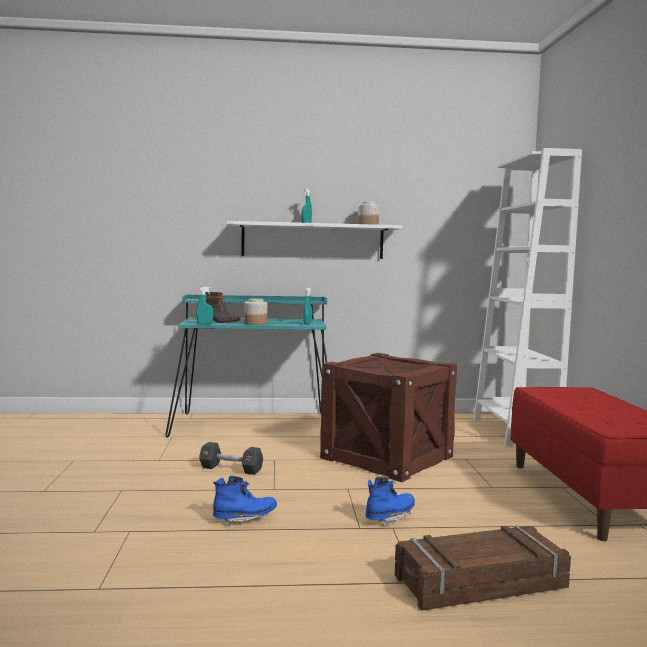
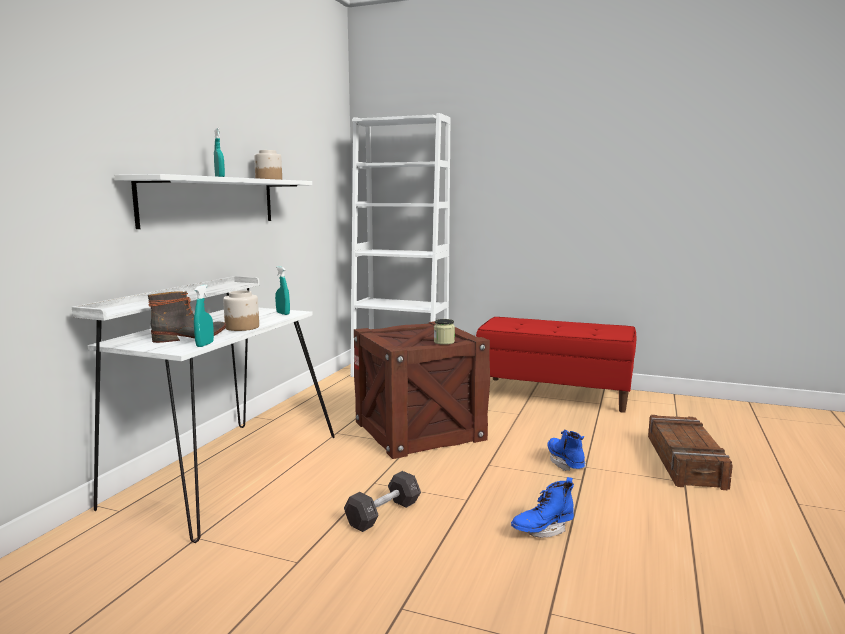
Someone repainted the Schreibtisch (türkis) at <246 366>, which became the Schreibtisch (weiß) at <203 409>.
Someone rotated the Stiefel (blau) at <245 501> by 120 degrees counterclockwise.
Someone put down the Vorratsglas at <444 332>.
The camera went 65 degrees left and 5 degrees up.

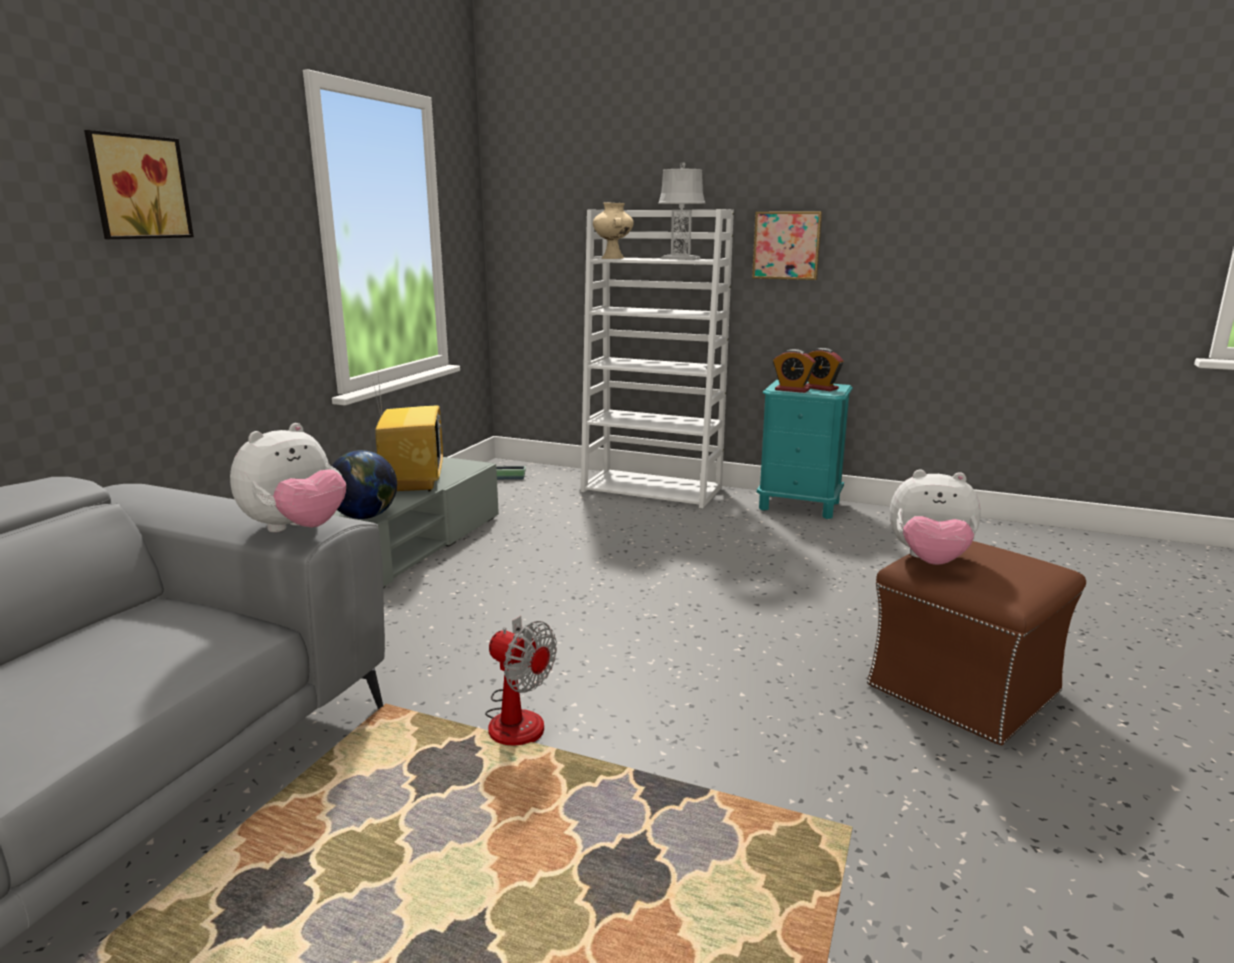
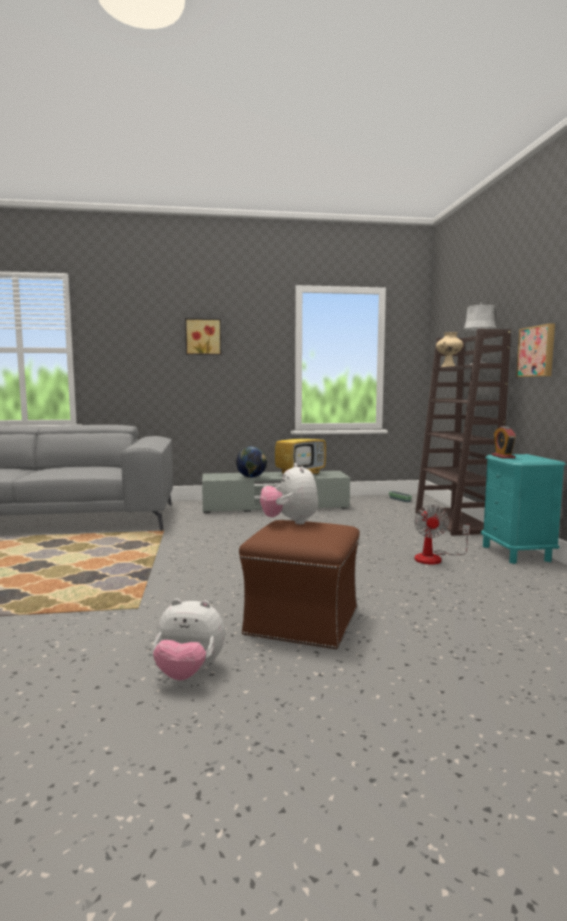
Someone repainted the Bücherregal (weiß) at <657 358>, which became the Bücherregal (braun) at <463 432>.
Someone took away the Wecker at <824 369>.
Someone carried the Plüschtier from <288 477> to <189 639>.
Someone carried the Ventilator from <521 680> to <442 534>.
The camera went 60 degrees right and 10 degrees down.

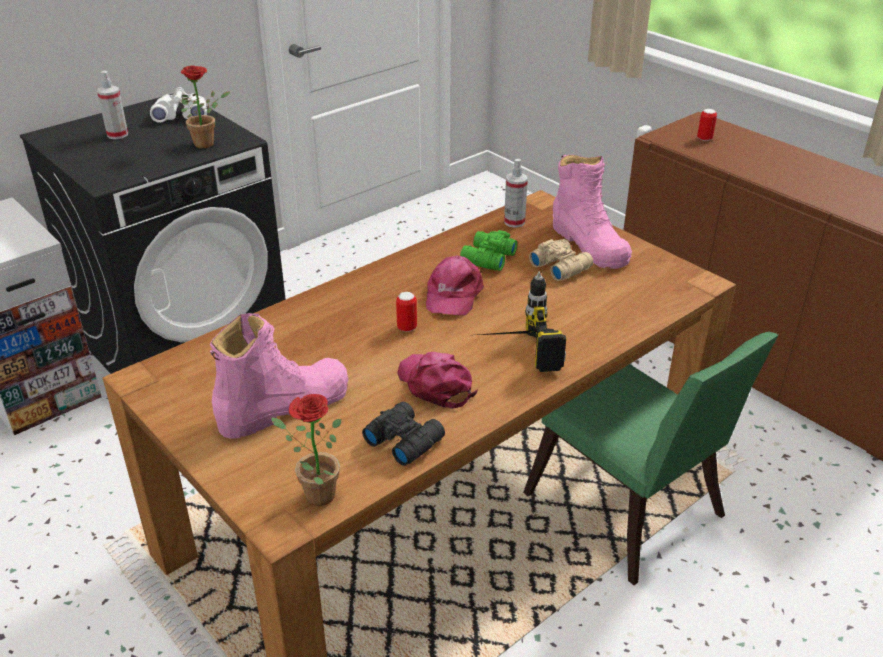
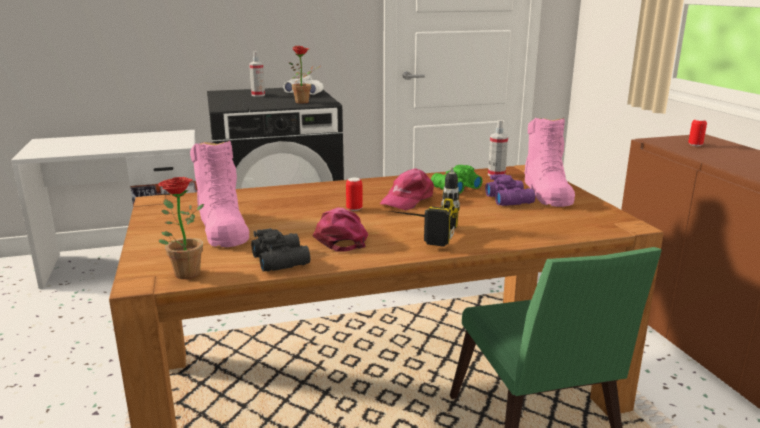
Someone repainted the Fernglas (beige) at <561 260>, which became the Fernglas (lila) at <510 190>.
Someone rotated the Stiefel (rosa) at <279 376> by 75 degrees clockwise.
The camera went 25 degrees right and 15 degrees down.

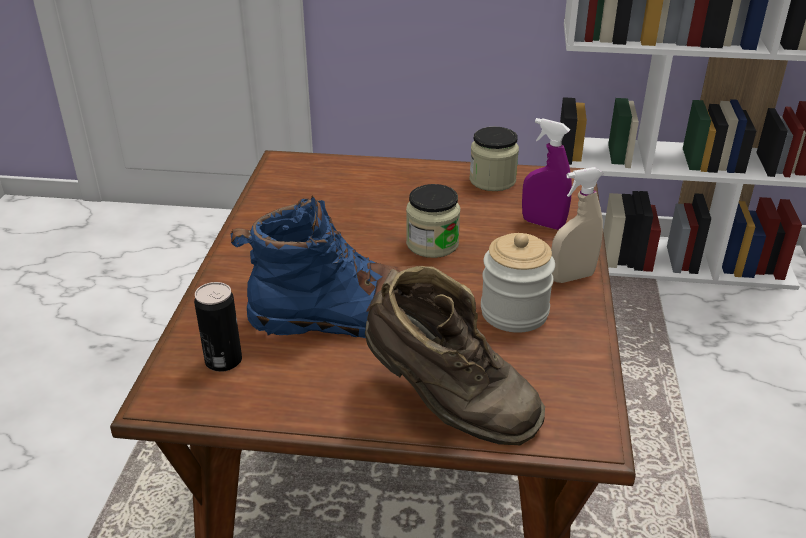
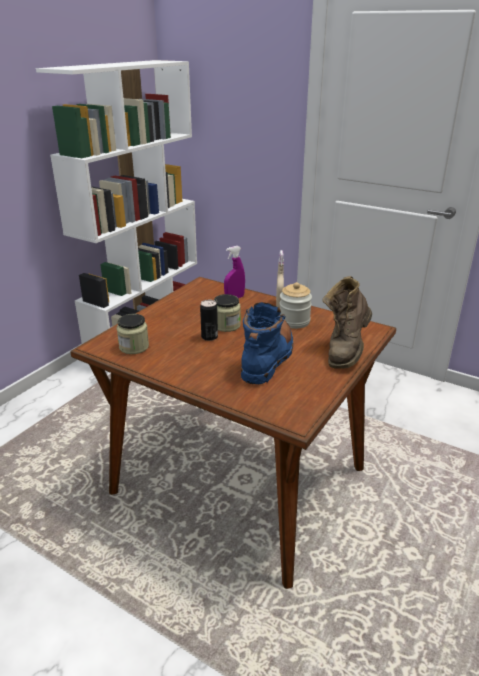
Someone carried the Vorratsglas from <494 159> to <133 334>.
Someone rotated the Stiefel (braun) at <455 355> by 150 degrees clockwise.
Someone carried the Dose from <218 327> to <209 320>.
The camera went 65 degrees left and 5 degrees down.

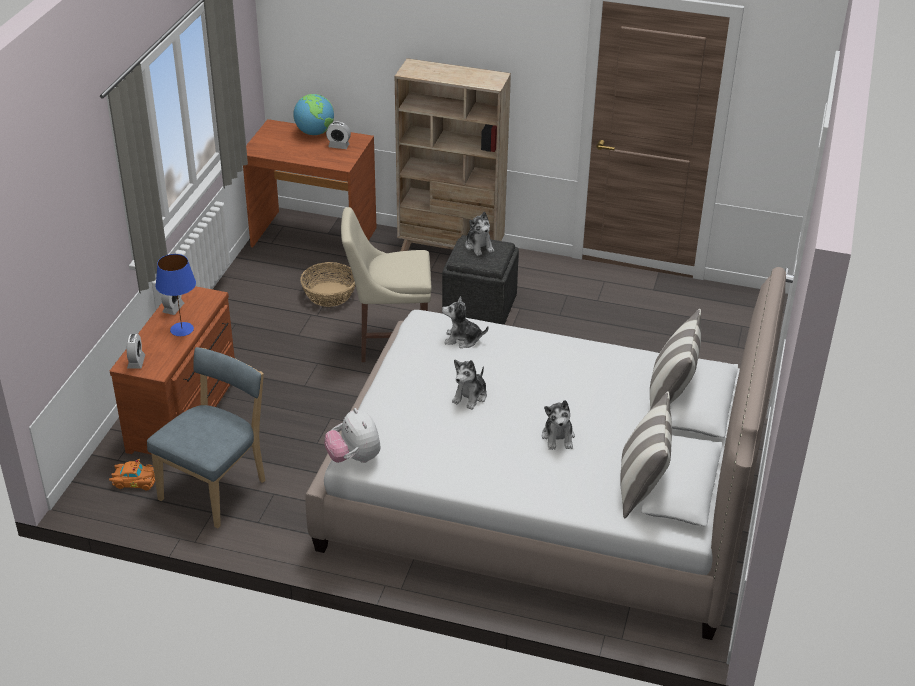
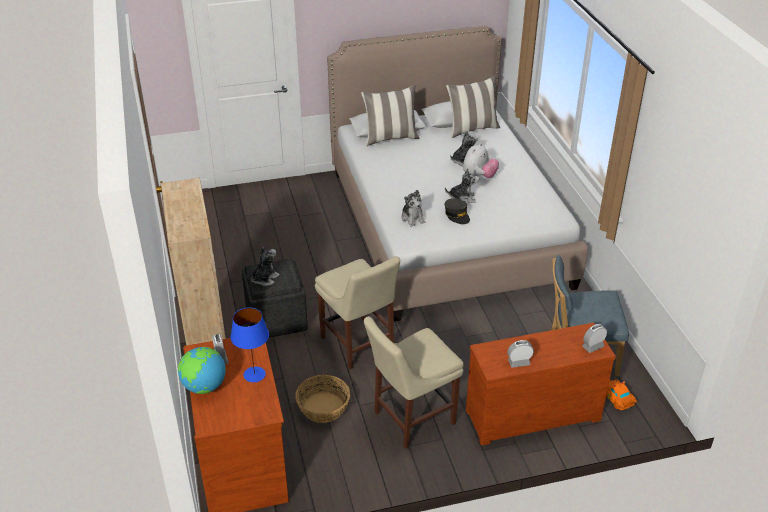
Someone carried the Tischlampe (blau) from <175 295> to <250 344>.
Someone carried the Plüschtier from <352 435> to <481 160>.
Someone put down the Kappe (grau) at <457 211>.
Someone put down the Stuhl (beige) at <414 382>.
The camera went 120 degrees left and 0 degrees up.

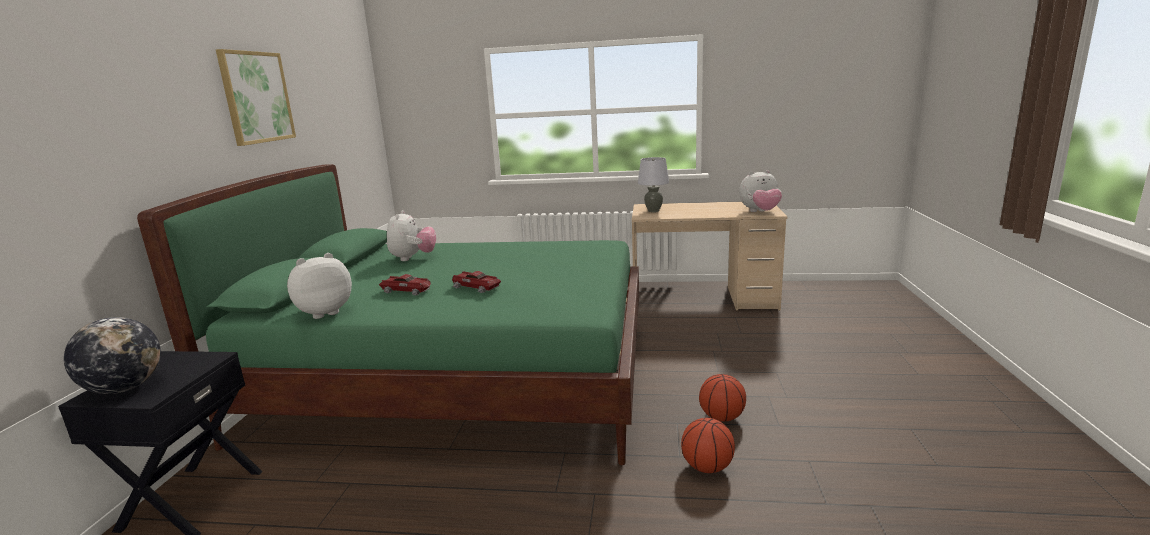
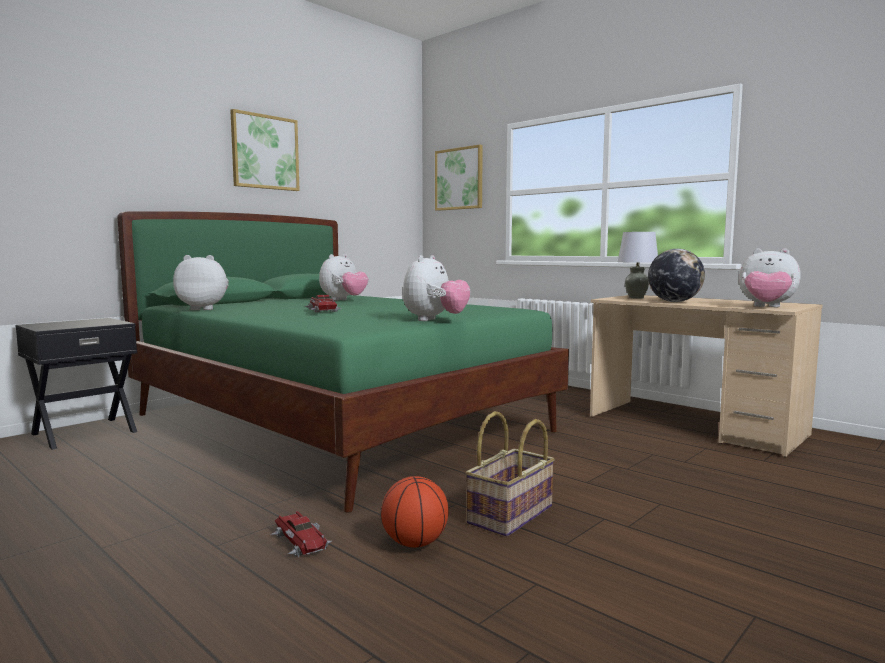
Someone carried the Spielzeugauto from <405 285> to <301 534>.
Someone carried the Globus from <112 355> to <676 275>.
Someone swapped the Basketball at <722 398> for the Korb at <510 474>.
Someone put up the Bild at <459 178>.
Someone put down the Plüschtier at <436 288>.
The camera went 35 degrees right and 10 degrees down.

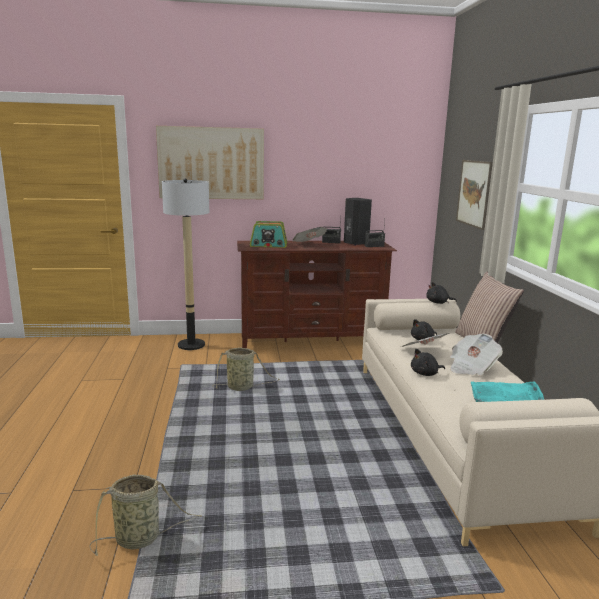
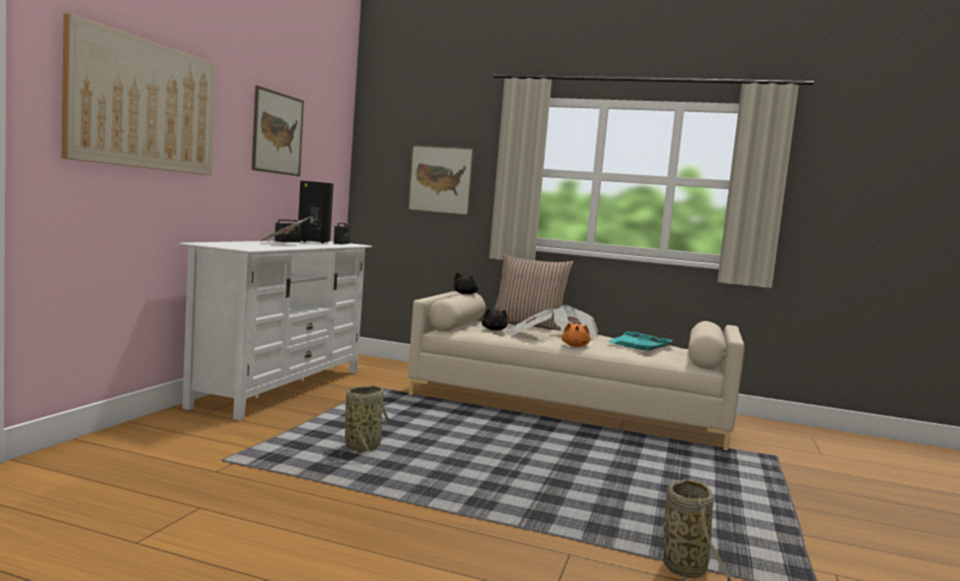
Someone took away the Stehlampe at <185 264>.
Someone took away the Radio at <268 234>.
Someone repainted the Fernsehschrank (braun) at <317 294>, which became the Fernsehschrank (weiß) at <275 330>.
Someone repainted the Plüschtier (schwarz) at <428 362>, which became the Plüschtier (orange) at <576 334>.
Someone put up the Bild at <278 130>.
The camera went 65 degrees left and 10 degrees down.

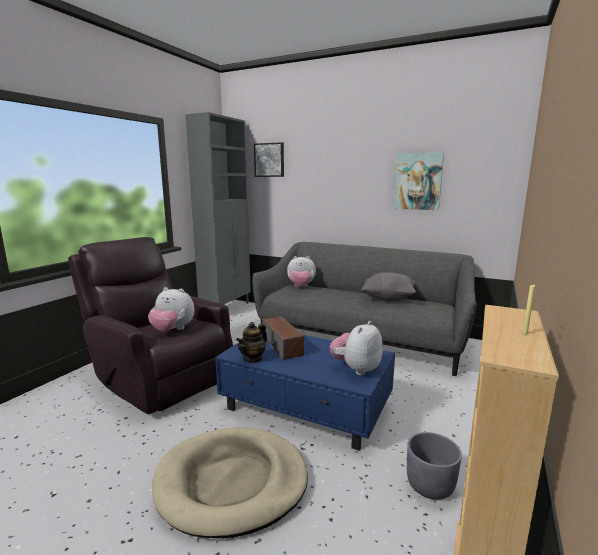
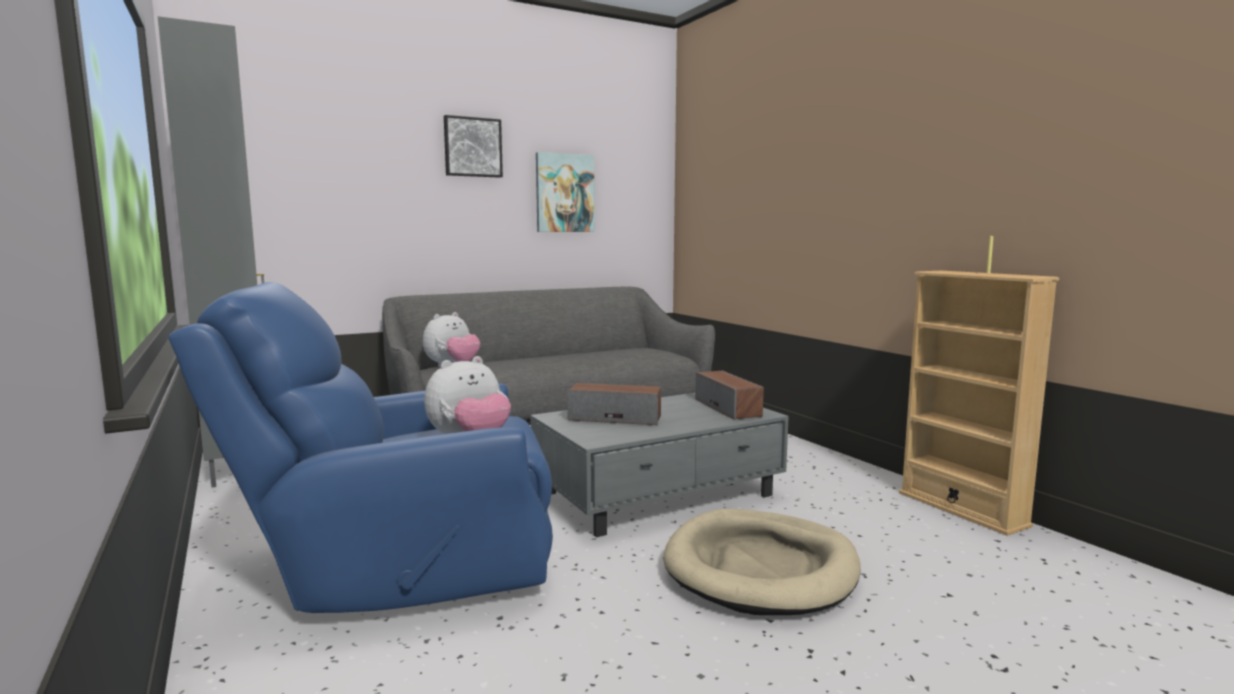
Someone carried the Bild from <269 159> to <473 146>.
Someone repainted the Sessel (braun) at <150 325>, which became the Sessel (blau) at <360 447>.
Someone took away the Kissen (grau) at <388 286>.
Someone swapped the Plüschtier at <356 348> for the Lautsprecher at <729 395>.
Someone took away the Teekanne at <251 342>.
Someone repainted the Couchtisch (blau) at <305 392>, which became the Couchtisch (grau) at <659 465>.
Someone took away the Pflanzkübel (grau) at <434 466>.
The camera went 55 degrees left and 5 degrees down.

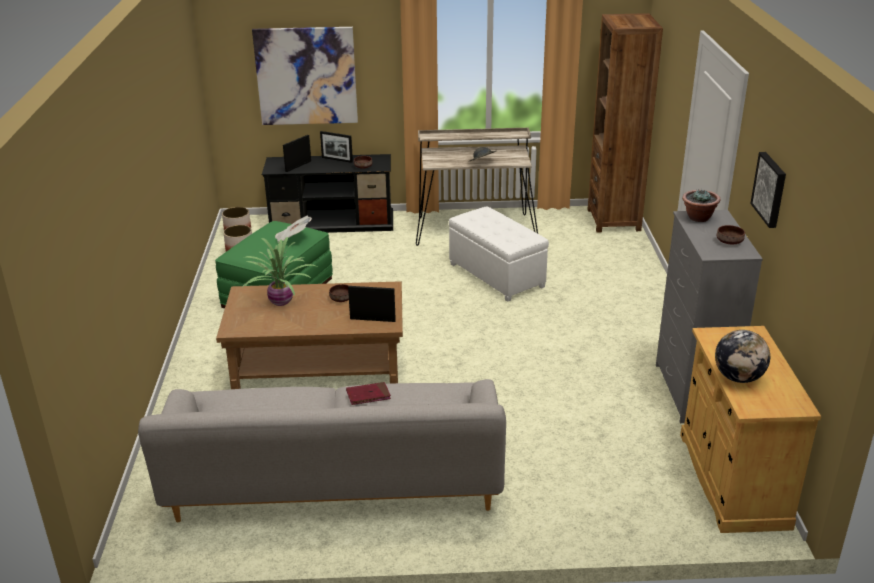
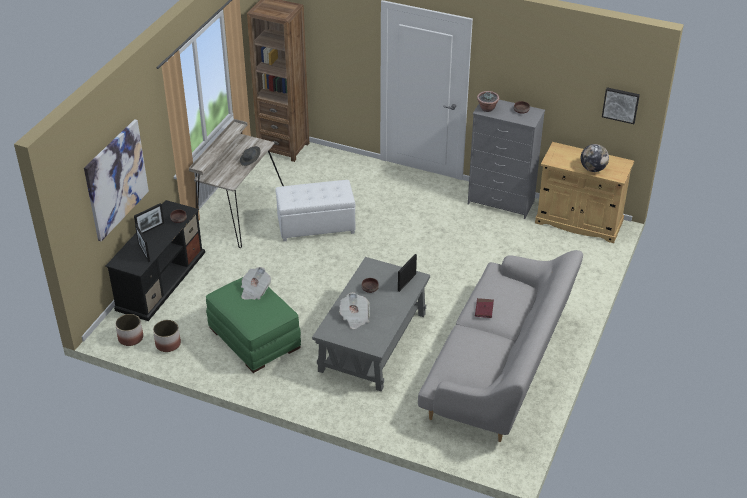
Someone carried the Bild from <768 190> to <621 105>.
Someone swapped the Topfpflanze at <279 271> for the Zeitung at <354 310>.
Someone repainted the Couchtisch (braun) at <309 335>, which became the Couchtisch (grau) at <371 324>.
The camera went 65 degrees left and 10 degrees up.

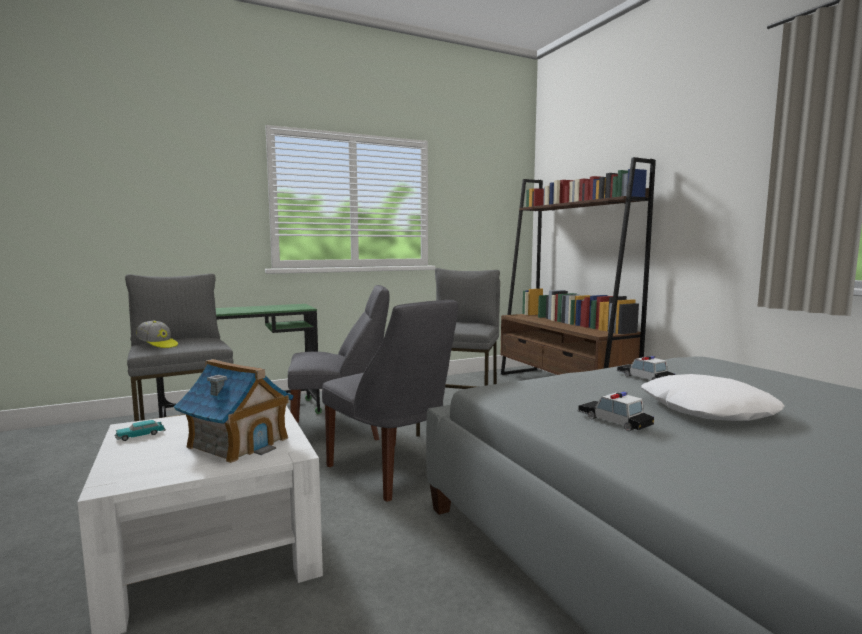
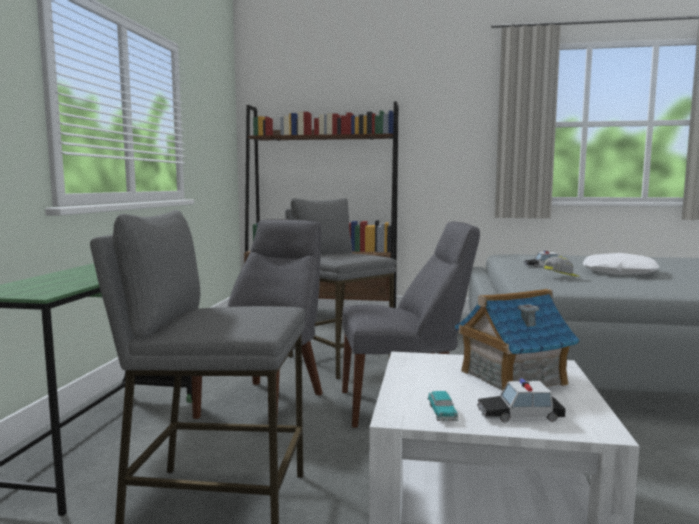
Someone carried the Kappe from <157 334> to <561 266>.
Someone carried the Spielzeugauto from <615 411> to <521 400>.
The camera went 55 degrees left and 0 degrees up.

